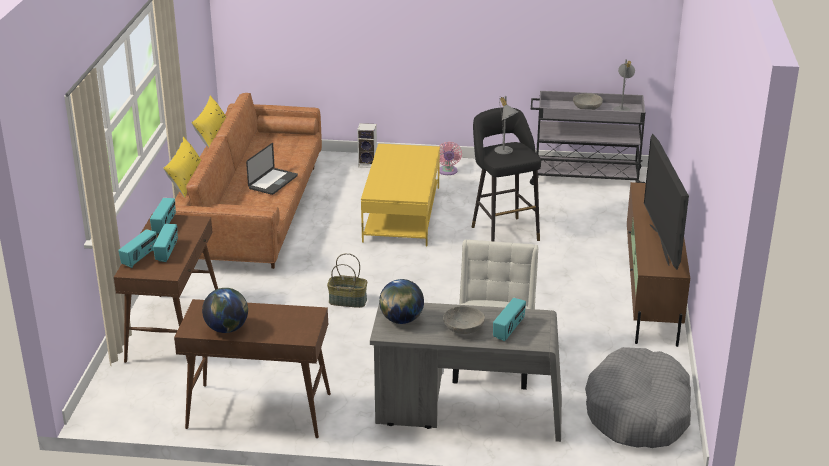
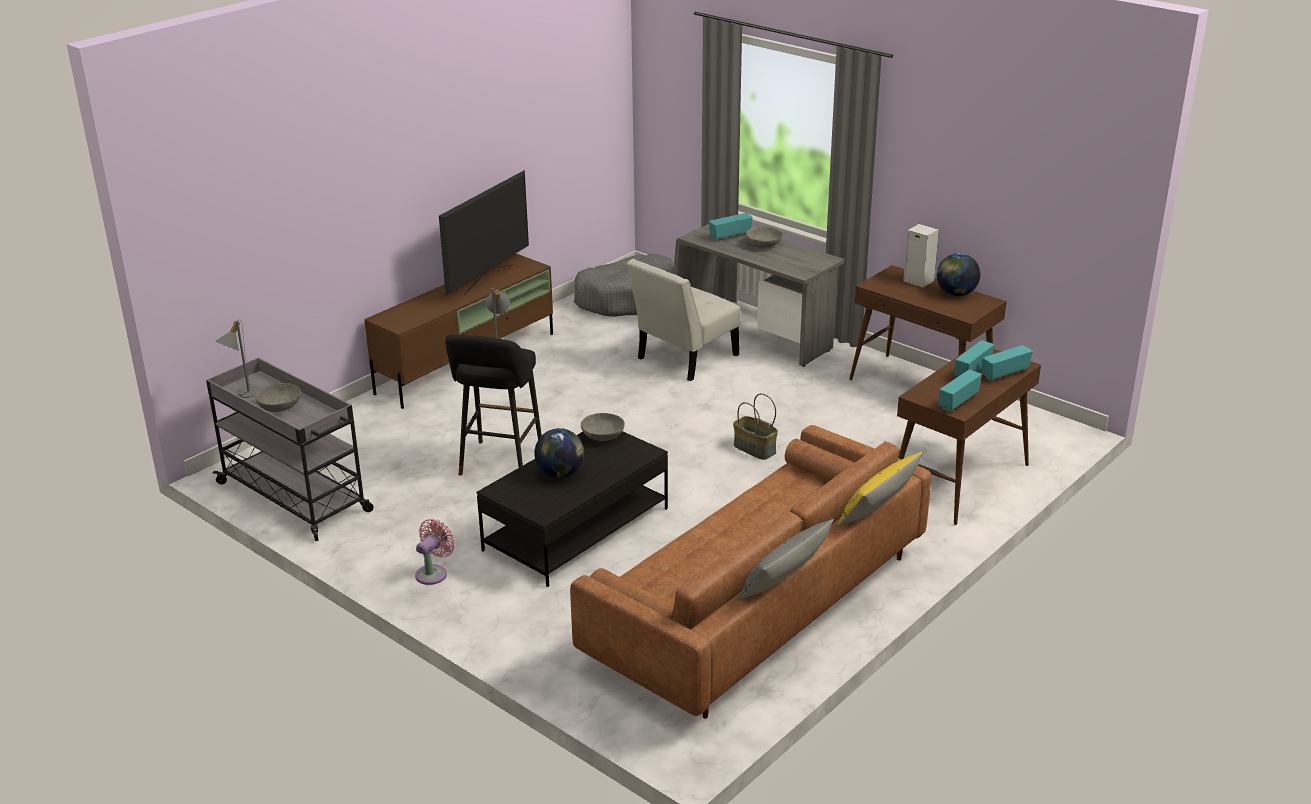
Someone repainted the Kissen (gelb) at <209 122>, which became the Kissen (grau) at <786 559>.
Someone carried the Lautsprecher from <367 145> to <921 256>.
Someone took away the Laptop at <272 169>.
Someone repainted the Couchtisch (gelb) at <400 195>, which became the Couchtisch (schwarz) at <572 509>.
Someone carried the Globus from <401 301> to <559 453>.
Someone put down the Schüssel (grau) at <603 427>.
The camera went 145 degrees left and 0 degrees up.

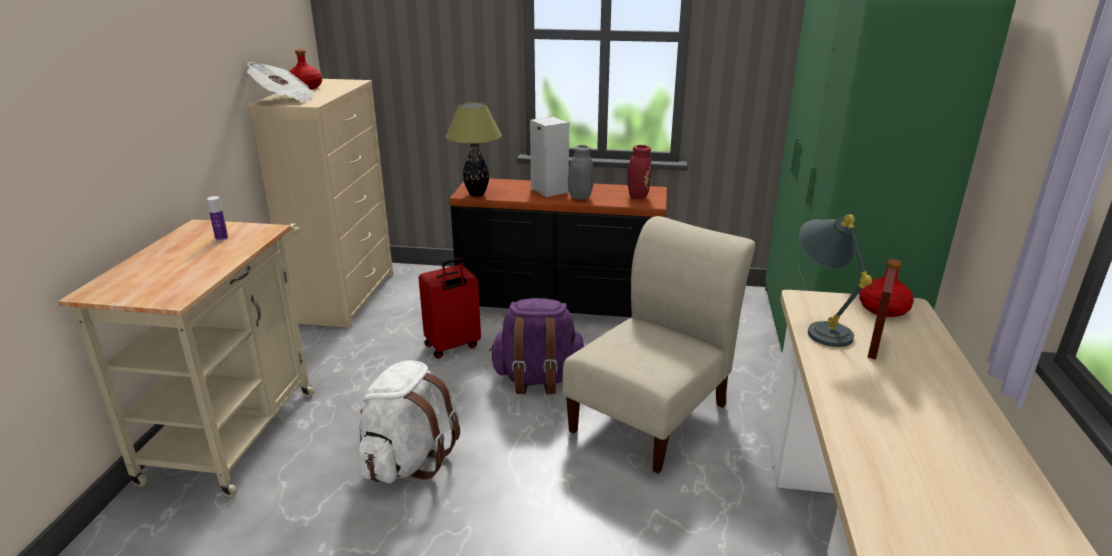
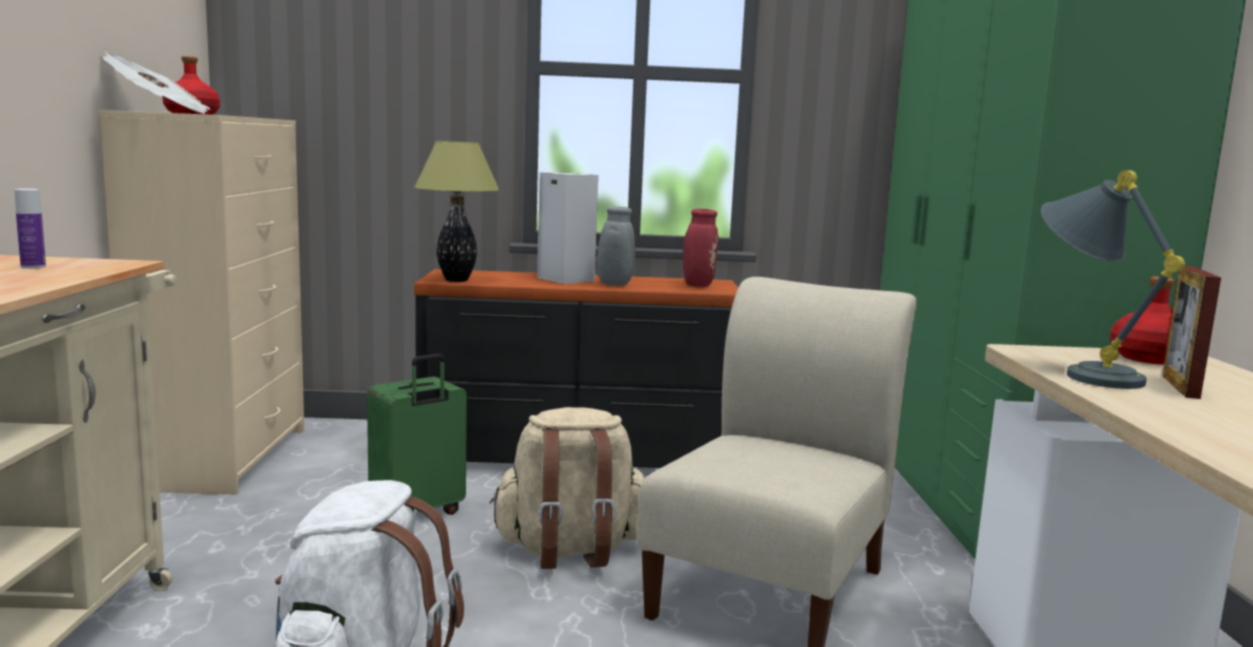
Someone repainted the Koffer (rot) at <449 308>, which became the Koffer (grün) at <417 434>.
Someone repainted the Rucksack (lila) at <536 346>, which became the Rucksack (beige) at <567 488>.
The camera went 10 degrees left and 15 degrees down.

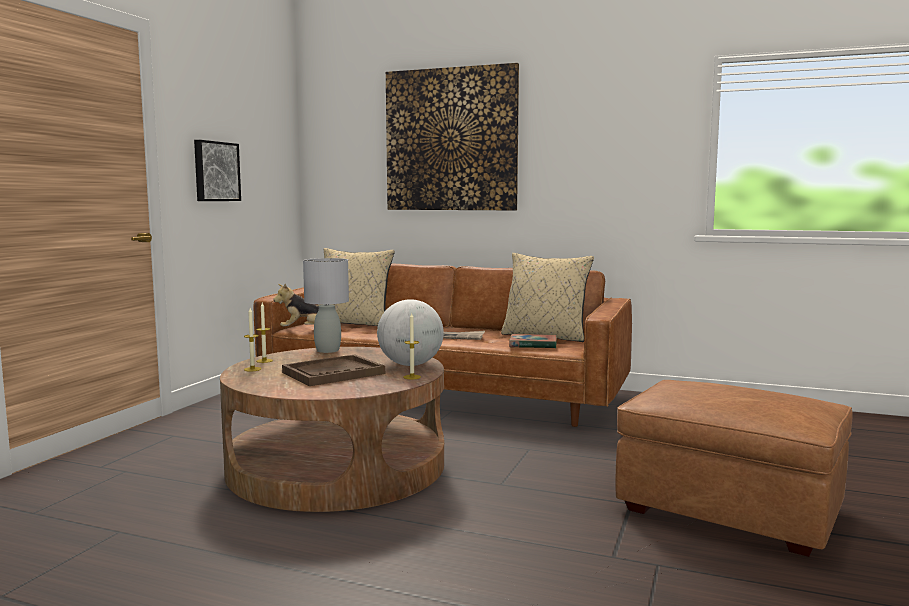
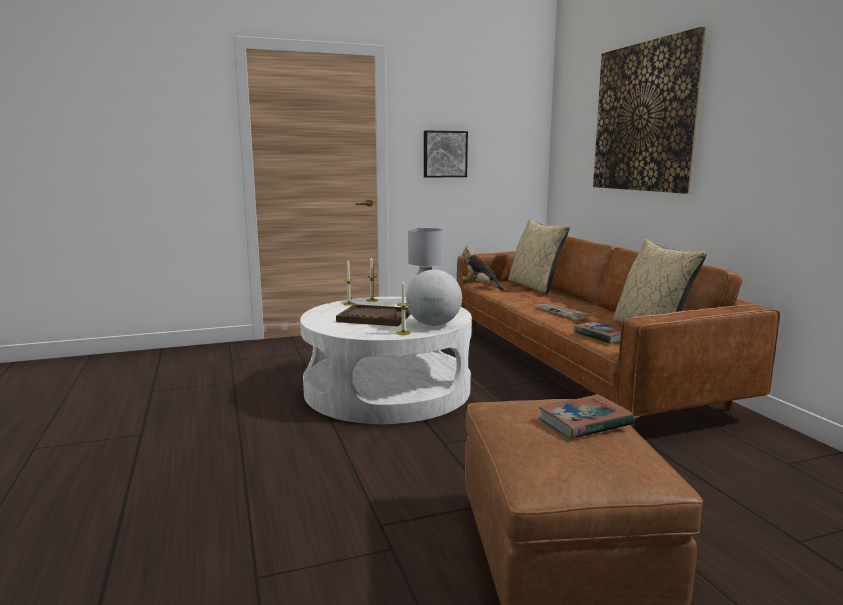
Someone repainted the Couchtisch (braun) at <332 429>, which became the Couchtisch (weiß) at <386 360>.
Someone put down the Buch at <586 416>.
The camera went 50 degrees right and 5 degrees up.

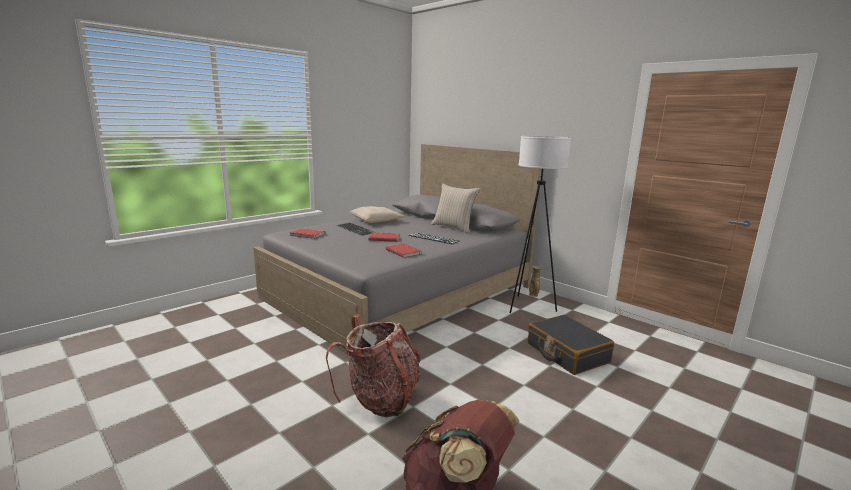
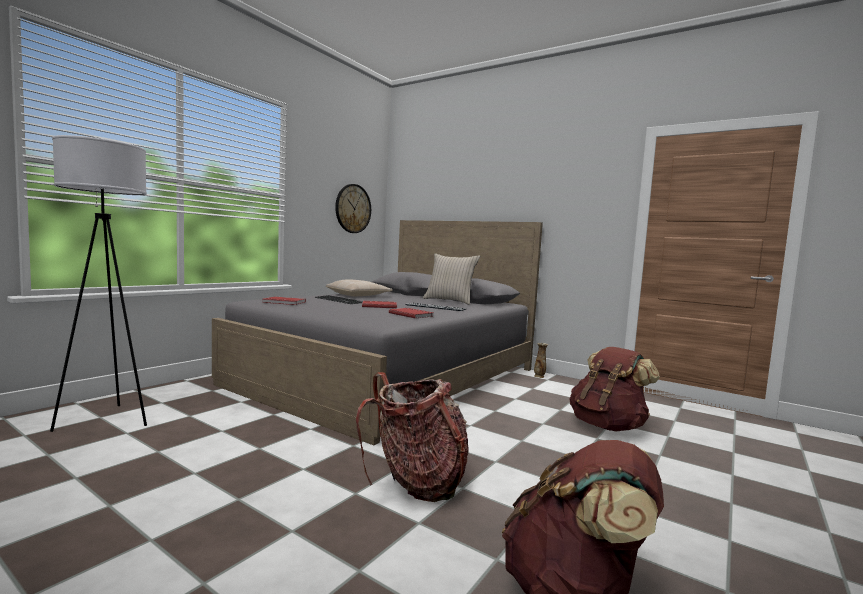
Someone carried the Stehlampe (weiß) from <540 224> to <98 283>.
Someone swapped the Koffer (schwarz) at <571 345> for the Rucksack (braun) at <615 389>.
Someone put up the Wanduhr at <353 208>.
The camera went 10 degrees left and 10 degrees down.

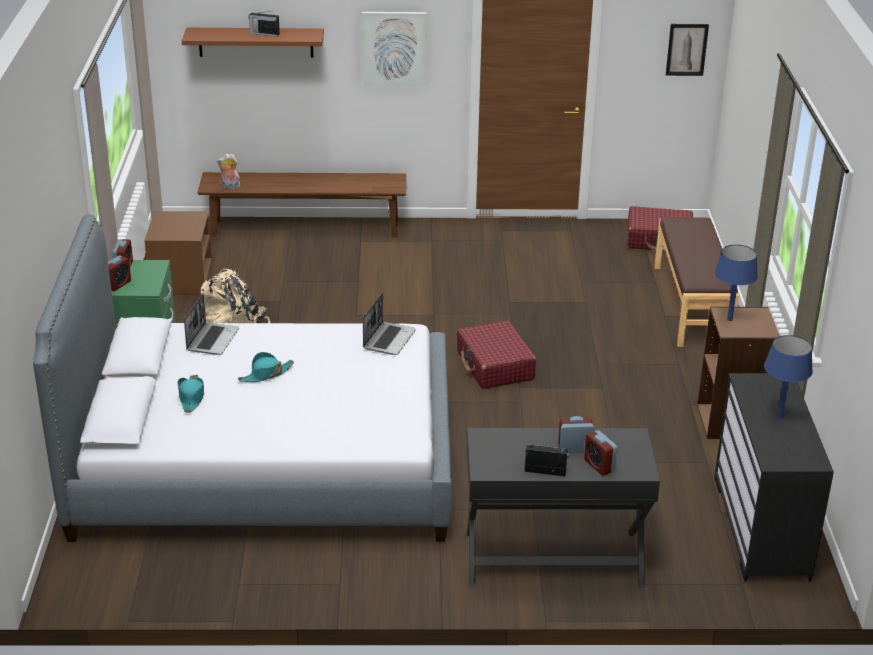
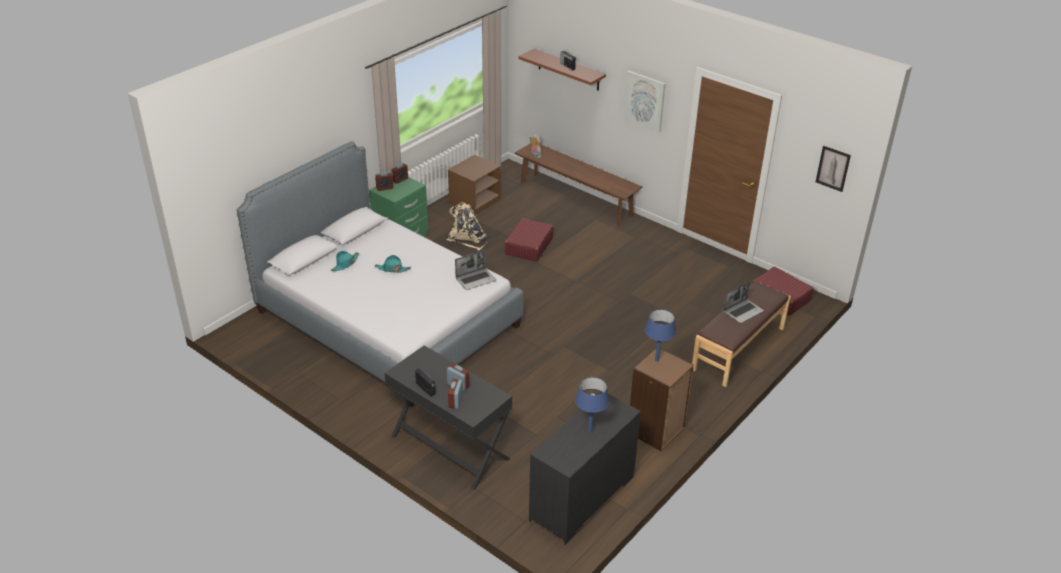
Someone carried the Laptop from <211 324> to <743 302>.
Someone carried the Koffer (rot) from <496 354> to <529 240>.
The camera went 40 degrees right and 5 degrees up.

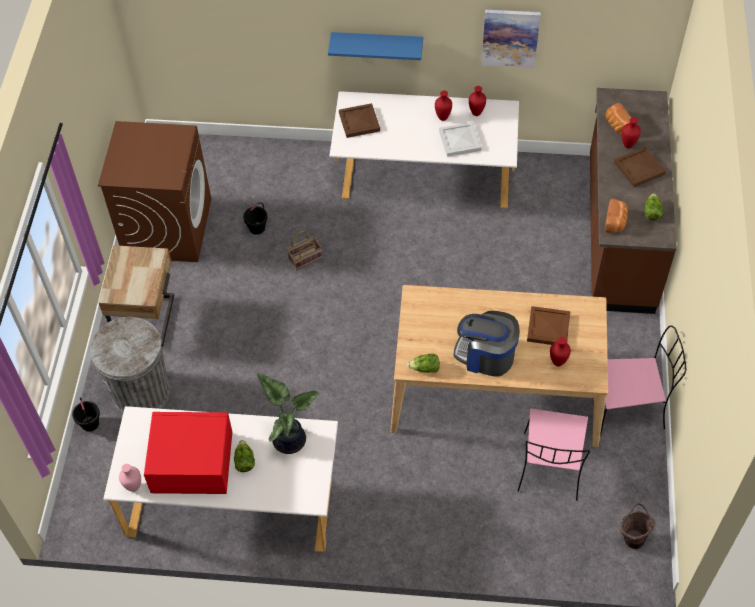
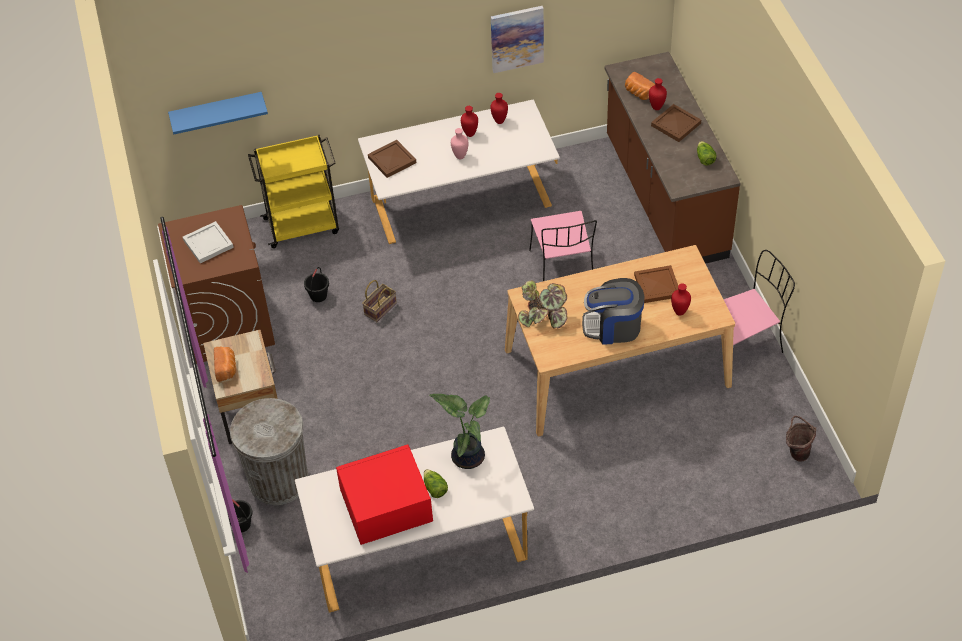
Someone carried the Wandregal (blau) from <375 46> to <218 113>.
Someone carried the Tablett (weiß) from <460 139> to <208 242>.
Someone carried the Brot from <616 216> to <225 364>.
Someone took away the Salatkopf at <423 363>.
Someone carried the Stuhl (rosa) from <553 455> to <563 246>.
Someone carried the Vase (rosa) from <130 478> to <460 143>.
Someone put down the Rollwagen (gelb) at <293 191>.
Someone put down the Topfpflanze at <542 304>.
The camera went 20 degrees left and 5 degrees down.

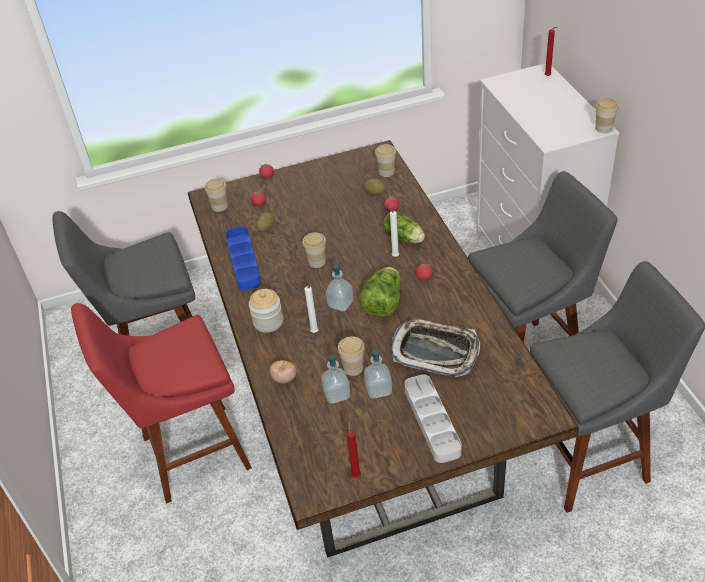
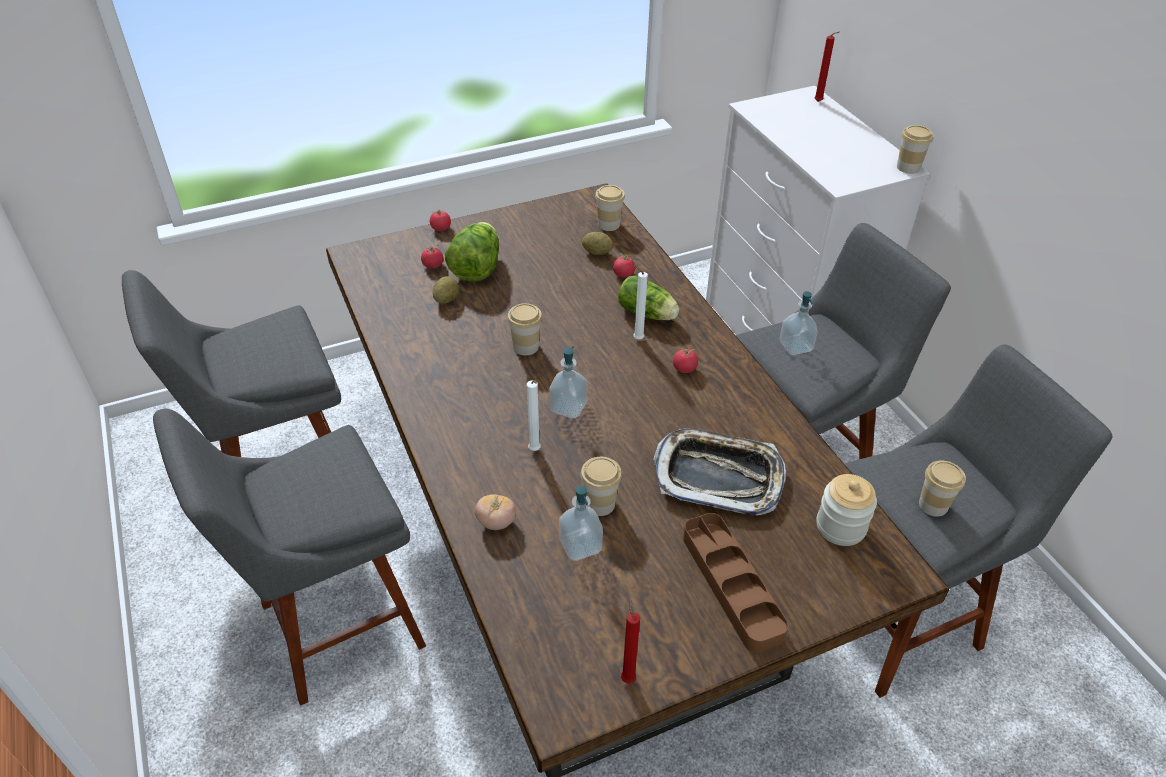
Someone carried the Tasse from <216 195> to <942 488>.
Someone took away the Tablett (blau) at <243 258>.
Someone carried the Salatkopf from <380 292> to <472 252>.
Someone carried the Vorratsglas from <266 311> to <846 510>.
Someone repainted the Hocker (rot) at <161 403>, which became the Hocker (grau) at <289 557>.
Someone carried the Seifenspender from <378 374> to <799 323>.
Someone repainted the Tablett (grau) at <433 418>, which became the Tablett (braun) at <735 583>.
The camera went 10 degrees left and 0 degrees up.

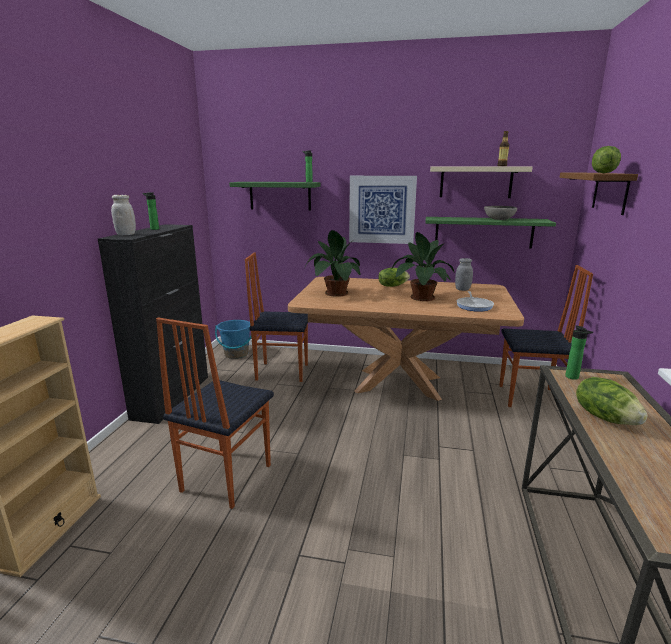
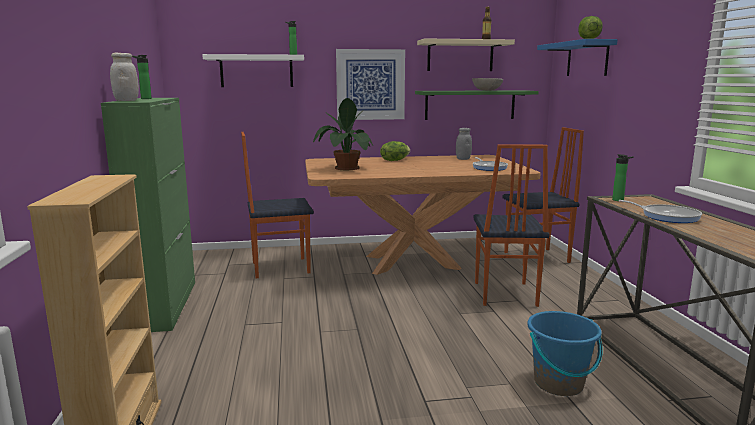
Someone repainted the Wandregal (braun) at <599 194>, which became the Wandregal (blau) at <577 57>.
Someone repainted the Wandregal (grün) at <275 196>, which became the Wandregal (weiß) at <253 70>.
Someone repainted the Schrank (schwarz) at <153 324>, which became the Schrank (grün) at <148 215>.
Someone took away the Topfpflanze at <422 266>.
Someone carried the Stuhl from <215 413> to <511 225>.
Someone carried the Eimer (blau) from <233 339> to <565 353>.
Someone swapped the Salatkopf at <612 401> for the Pfanne at <660 211>.
The camera went 20 degrees left and 5 degrees down.

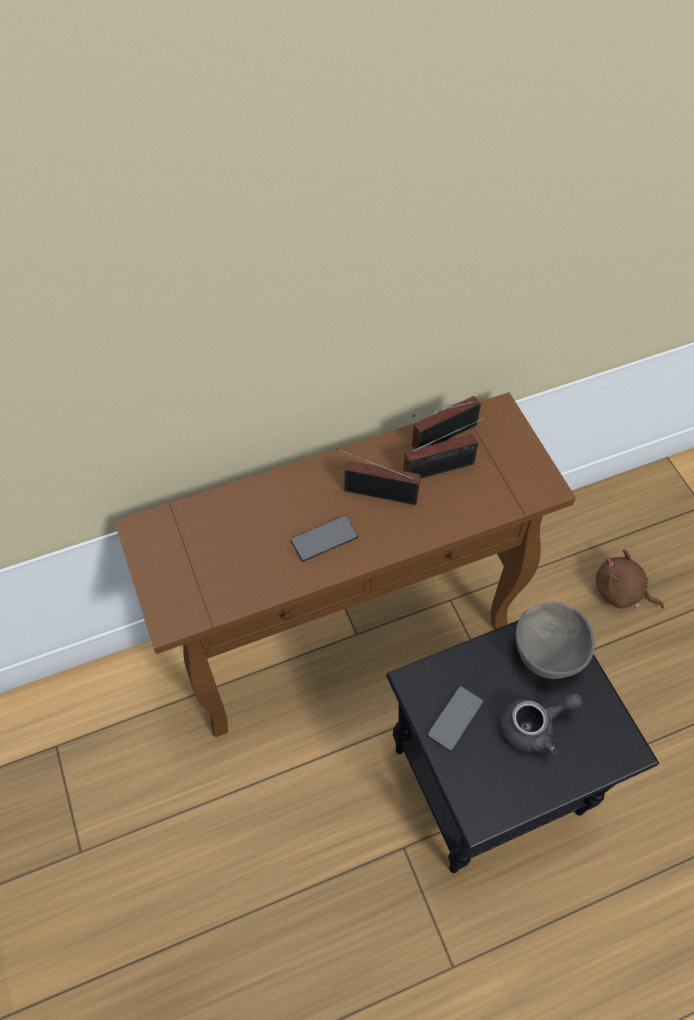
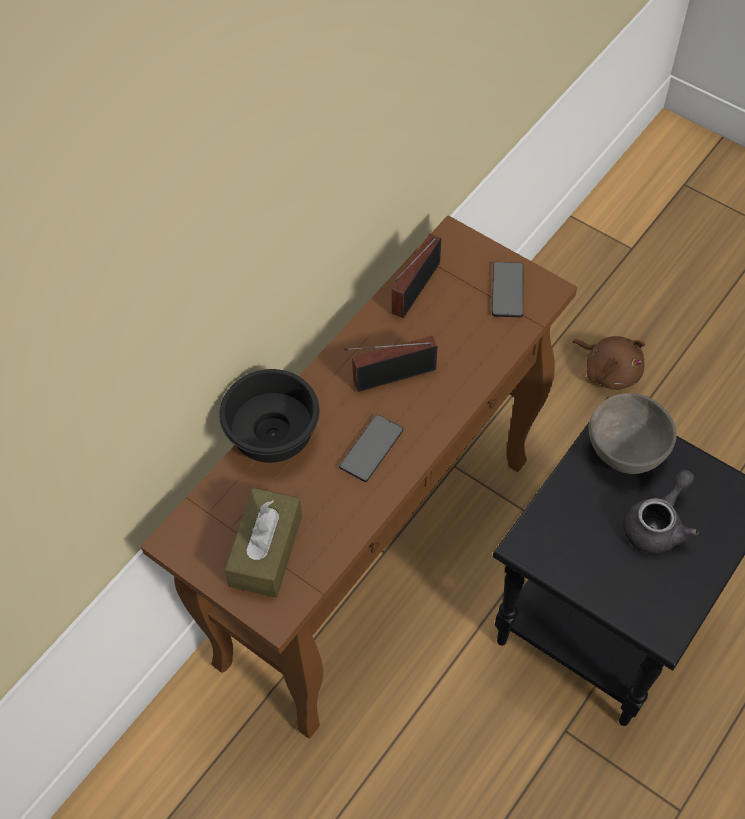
Someone took away the Radio at <445 447>.
Someone rotated the Plüschtier (braun) at <630 579> by 135 degrees counterclockwise.
Someone carried the Handy from <455 719> to <507 289>.
Someone put down the Schüssel (schwarz) at <269 416>.
Someone put down the Taschentuchbox (braun) at <263 543>.
The camera went 30 degrees left and 0 degrees up.

